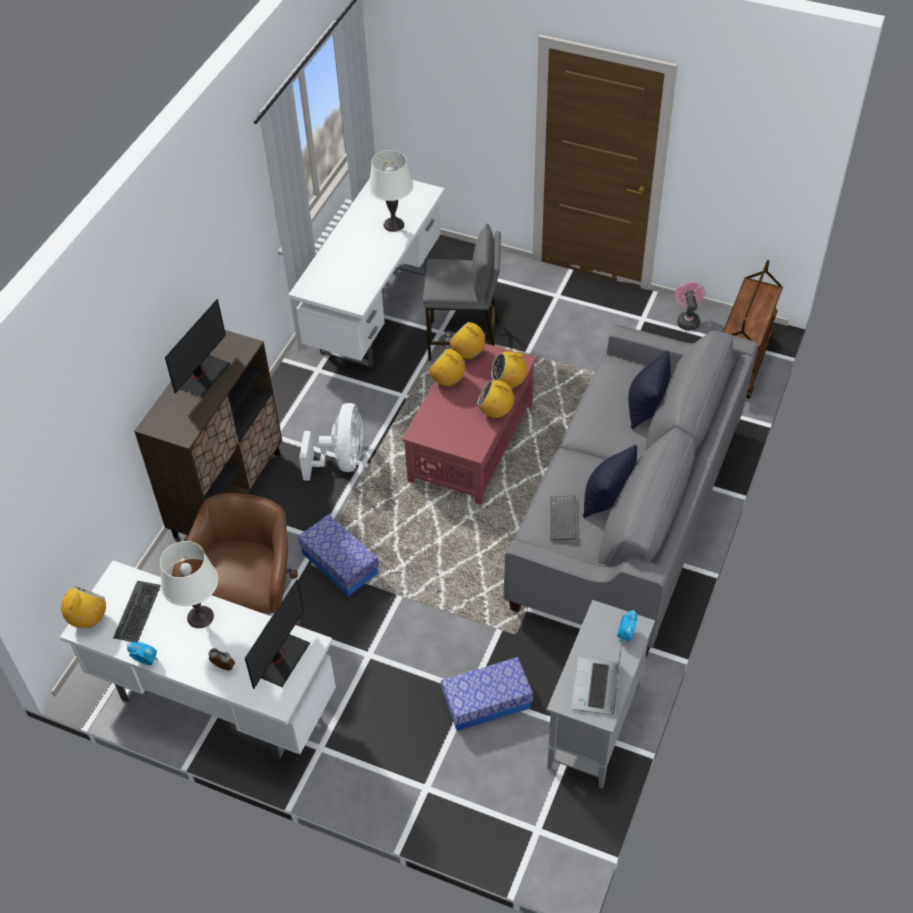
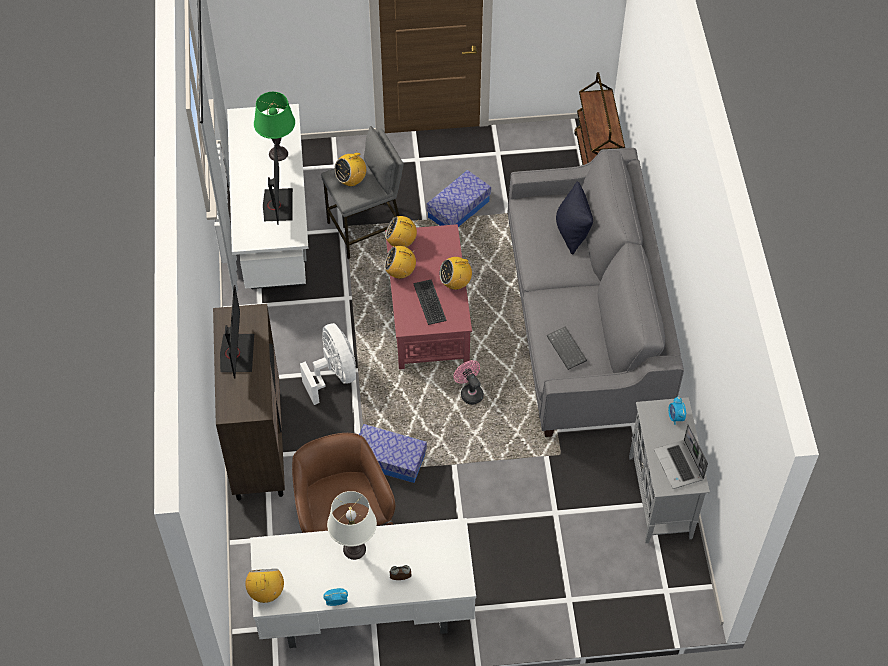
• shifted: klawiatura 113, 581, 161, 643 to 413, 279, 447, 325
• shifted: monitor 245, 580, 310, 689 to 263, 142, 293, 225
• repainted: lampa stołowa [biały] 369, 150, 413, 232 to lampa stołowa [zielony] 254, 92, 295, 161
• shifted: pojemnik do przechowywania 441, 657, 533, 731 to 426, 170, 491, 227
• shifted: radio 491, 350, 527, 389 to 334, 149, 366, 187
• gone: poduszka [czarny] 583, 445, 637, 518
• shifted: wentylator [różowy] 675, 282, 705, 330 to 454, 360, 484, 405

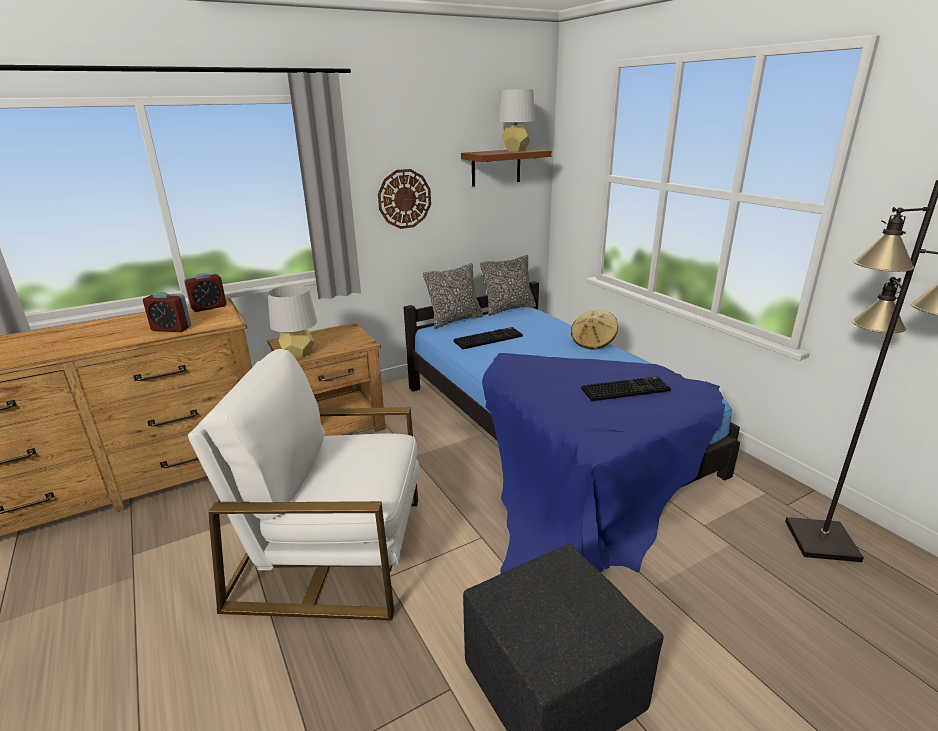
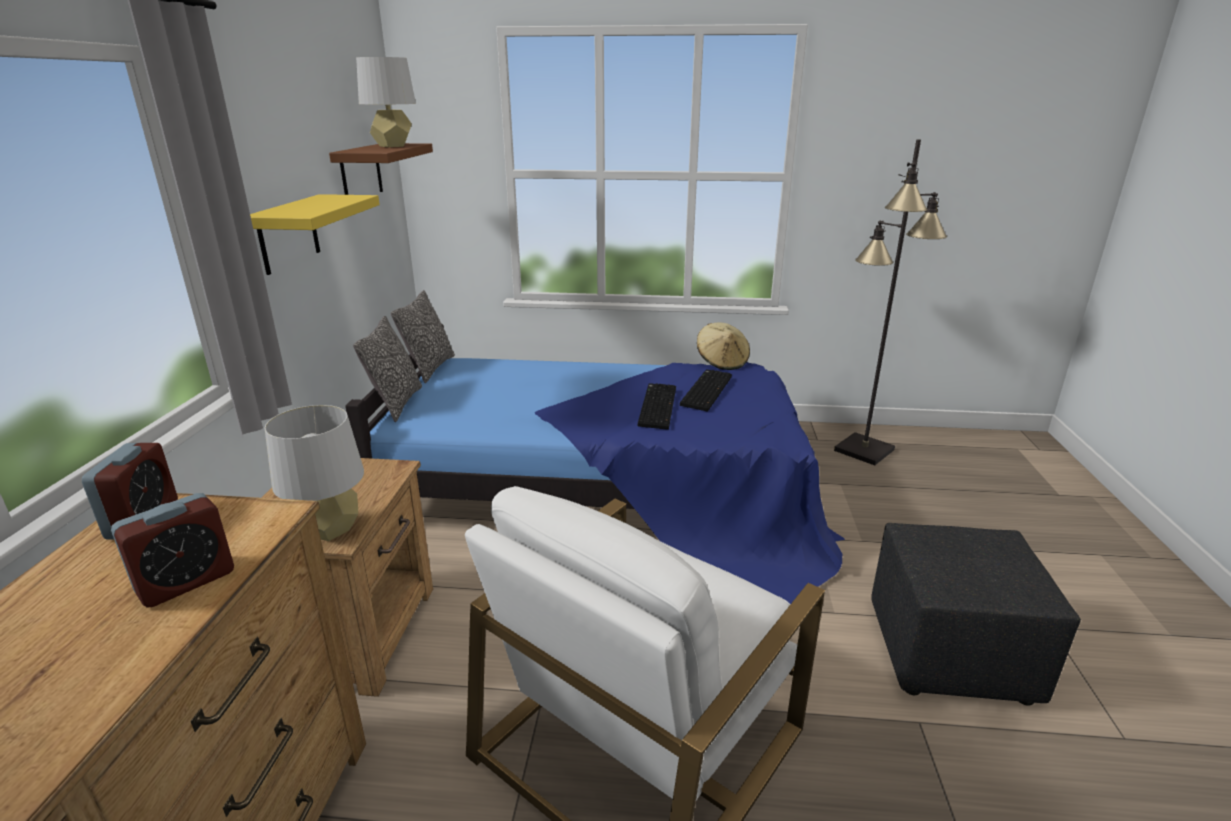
• swapped: zegar ścienny 378, 169, 431, 229 to półka [żółty] 250, 194, 380, 275
• shifted: klawiatura 454, 327, 523, 349 to 638, 383, 676, 430
• shifted: kapelusz [beżowy] 571, 310, 618, 350 to 697, 323, 750, 370

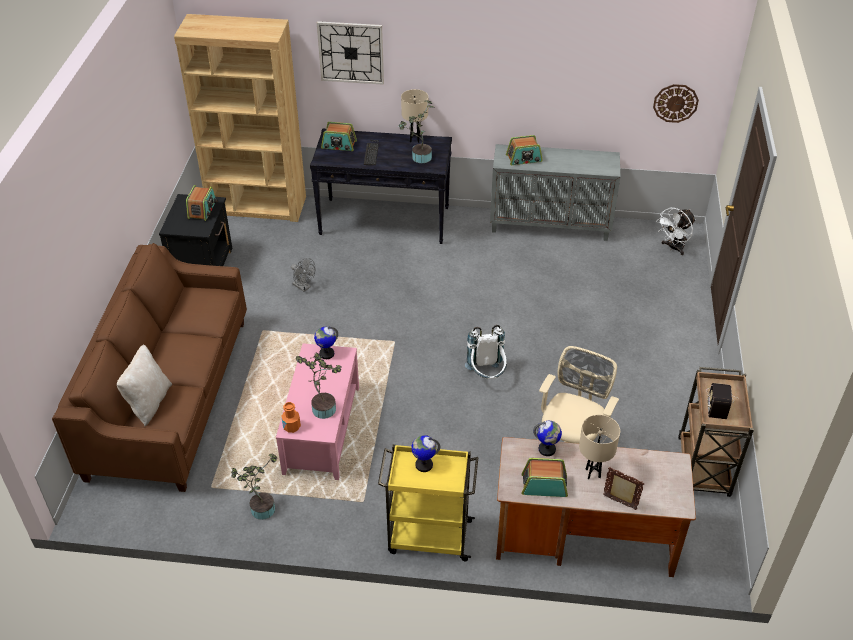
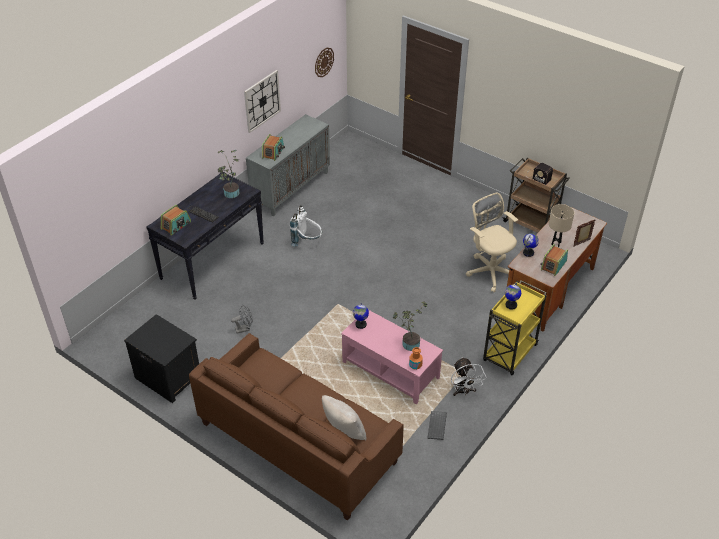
• gone: regał [brązowy] 174, 14, 306, 222
• gone: radio 186, 185, 218, 221
• swapped: roślina doniczkowa 231, 453, 277, 520 to klawiatura 428, 411, 447, 440
• shifted: zegar ścienny 317, 21, 384, 85 to 244, 70, 281, 133
• gone: lampa stołowa [beżowy] 401, 89, 428, 143
• shifted: plecak [biały] 465, 325, 507, 379 to 290, 205, 322, 246
• shifted: wentylator [biały] 656, 208, 695, 255 to 451, 357, 487, 396

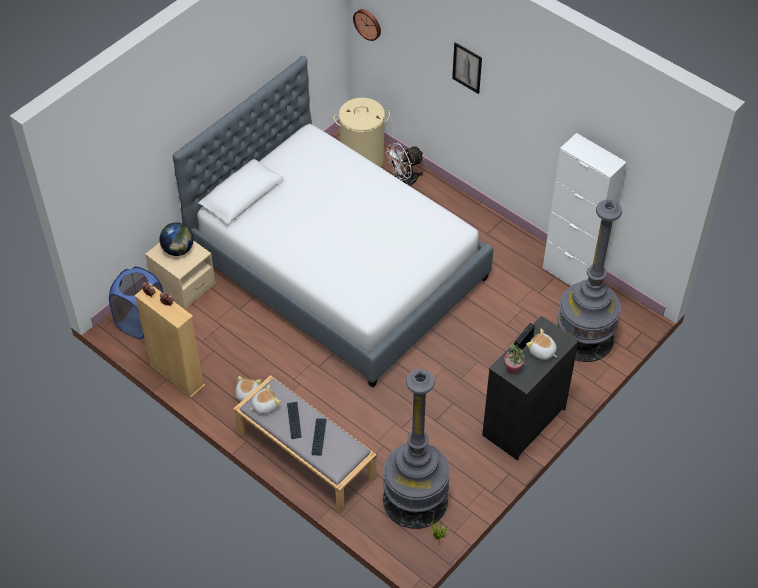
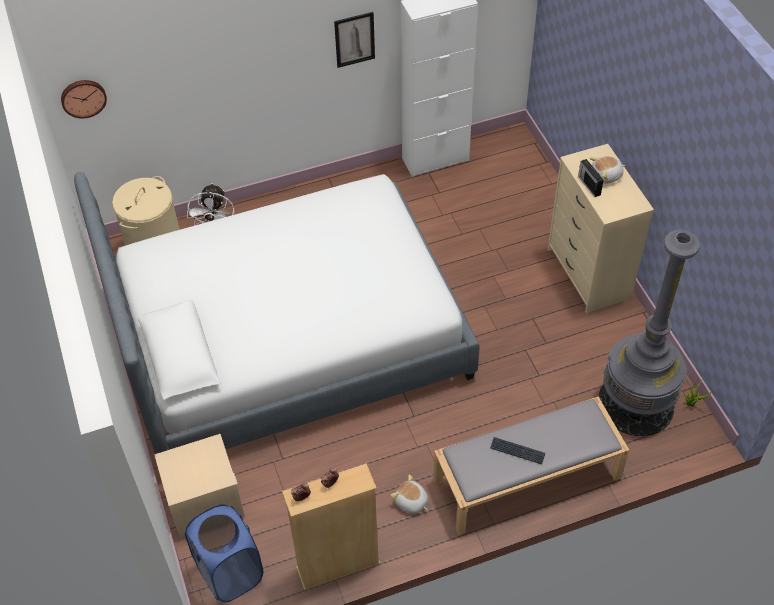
• gone: globus 160, 222, 193, 256
• gone: pluszak 250, 384, 281, 414
• gone: klawiatura 311, 418, 327, 455
• shifted: obraz 452, 42, 482, 94 to 334, 12, 375, 68
• repainted: komoda [czarny] 482, 316, 579, 461 to komoda [beżowy] 548, 144, 654, 313
• gone: roślina doniczkowa 504, 344, 525, 374
• gone: lampa stojąca [szary] 557, 200, 622, 362

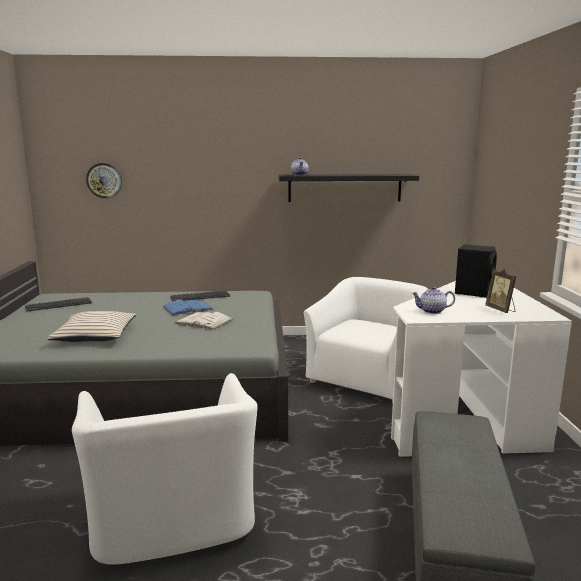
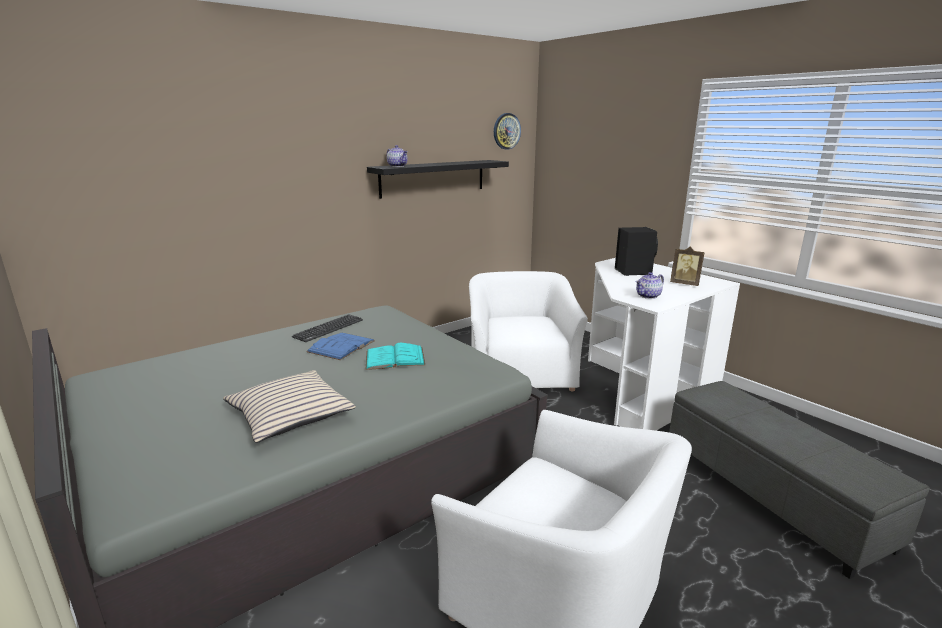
• gone: klawiatura 25, 297, 92, 312
• shifted: zegar ścienny 86, 163, 122, 198 to 494, 113, 521, 149
• repainted: książka [biały] 174, 312, 233, 330 to książka [turkusowy] 366, 343, 425, 370

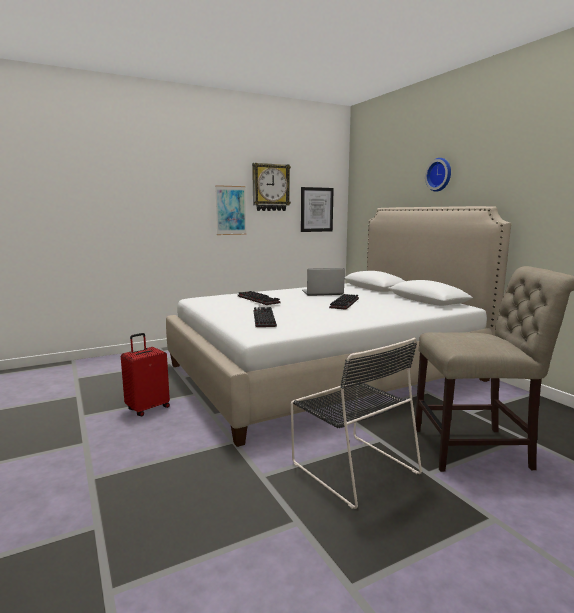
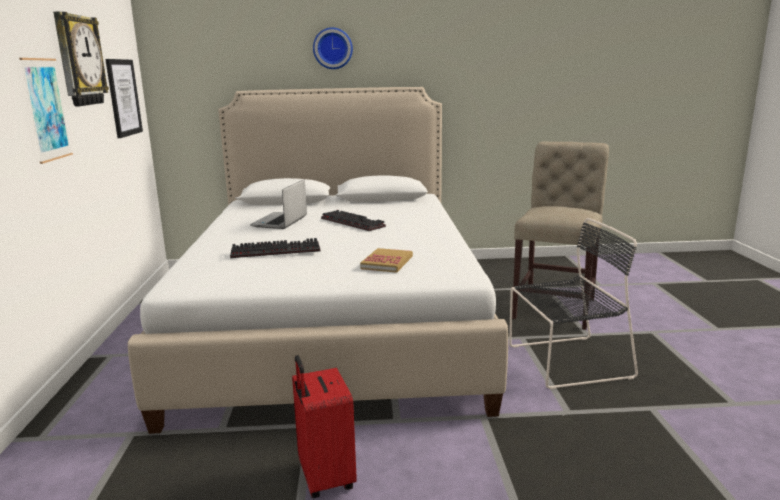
• swapped: klawiatura 254, 307, 277, 327 to książka 360, 248, 413, 273

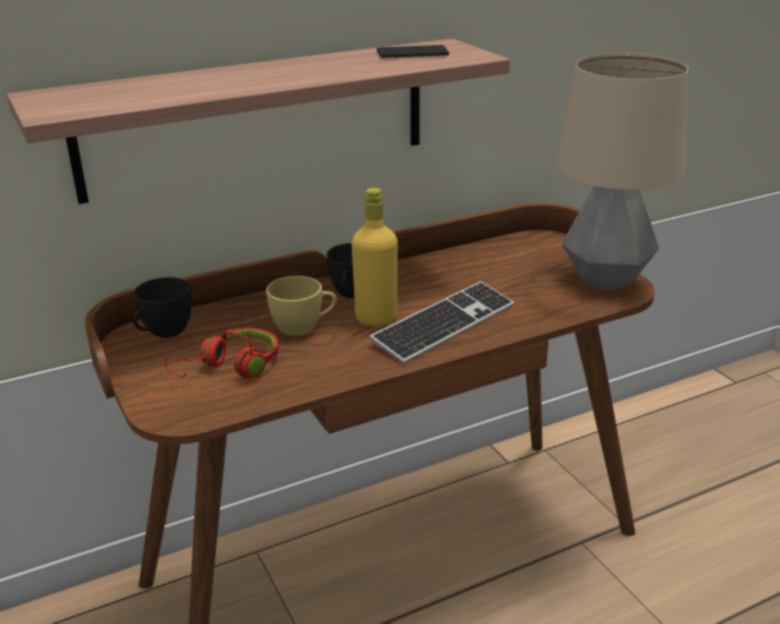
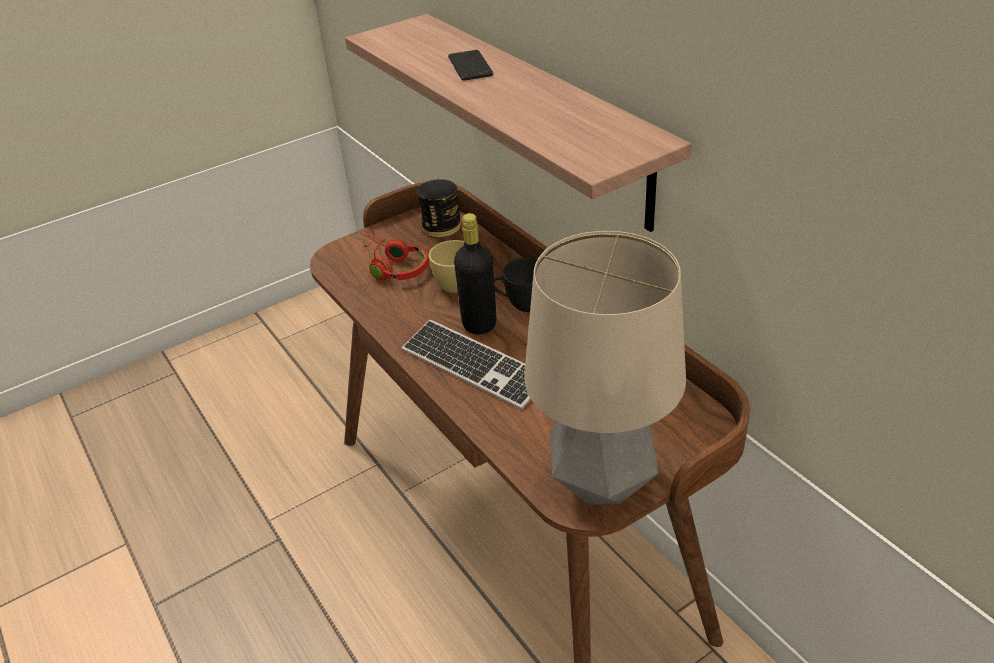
• swapped: filiżanka [czarny] 133, 277, 192, 338 to puszka 417, 179, 461, 238
• repainted: butelka [żółty] 352, 188, 398, 326 to butelka [czarny] 454, 213, 496, 334
• shifted: telefon 377, 45, 449, 58 to 448, 50, 493, 81

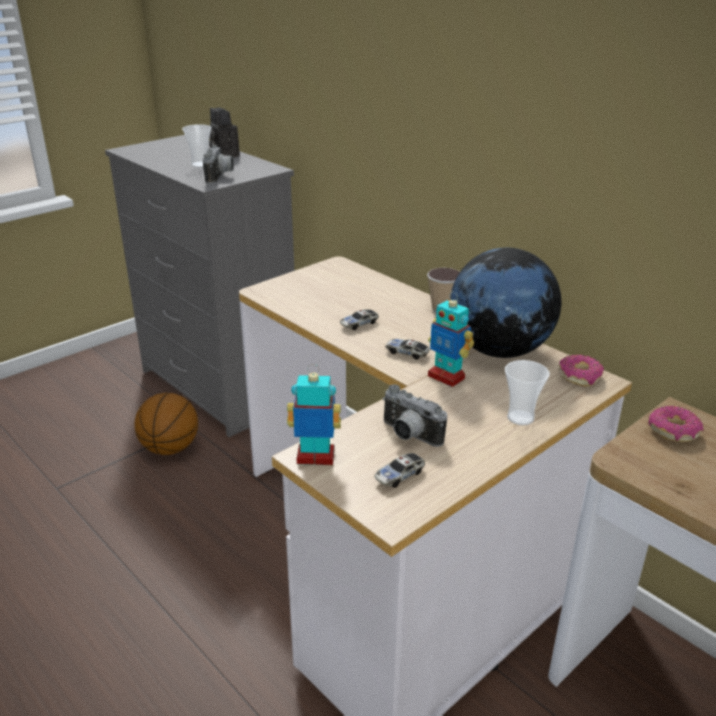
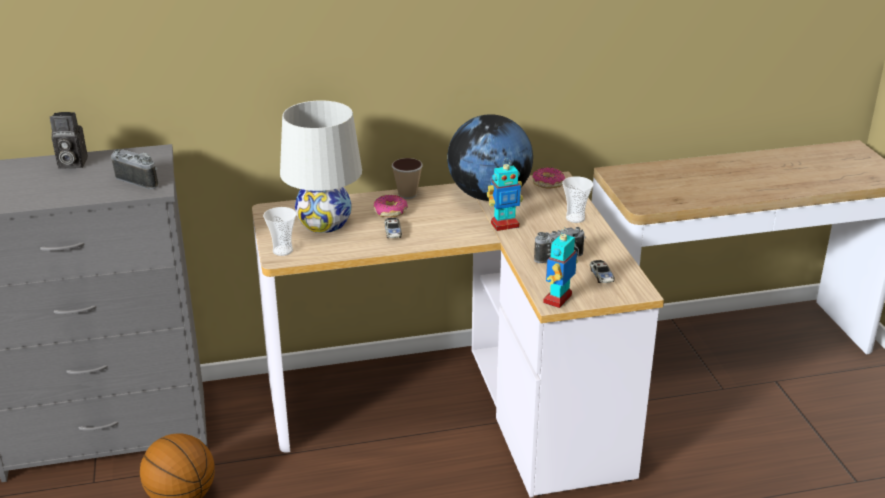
• shifted: filiżanka 182, 124, 212, 167 to 263, 207, 296, 256
• gone: samochodzik 385, 339, 429, 360
• shifted: donut 649, 406, 704, 442 to 374, 195, 408, 217
• new: lampa stołowa [biały] 280, 101, 362, 233

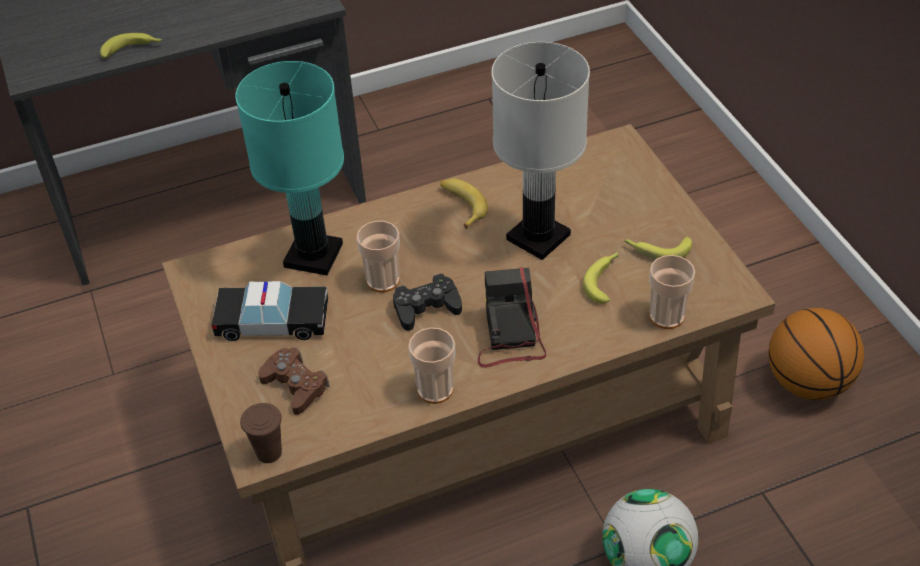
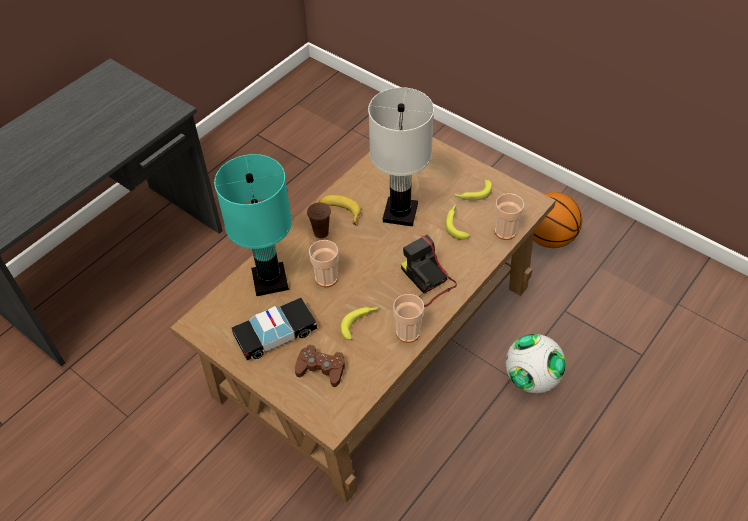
• shifted: banan 100, 33, 162, 59 to 340, 307, 379, 340
• shifted: filiżanka [brązowy] 240, 403, 282, 463 to 307, 203, 331, 238
• gone: pad do gier [czarny] 393, 273, 462, 331

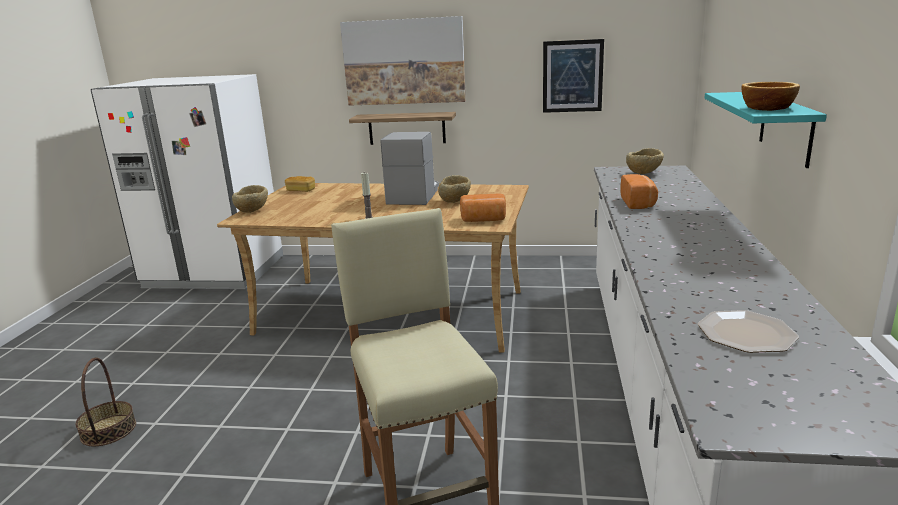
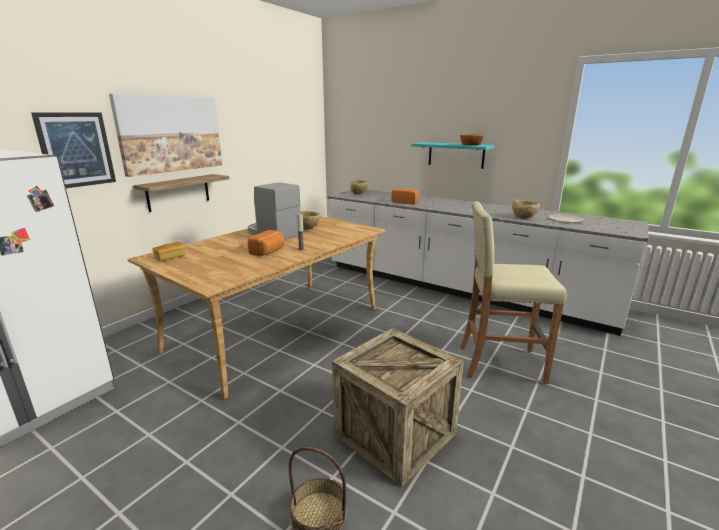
• shifted: miska [beżowy] 232, 185, 268, 213 to 512, 200, 540, 219
• shifted: chleb 460, 193, 506, 222 to 248, 230, 284, 256
• shifted: obraz 543, 39, 604, 113 to 31, 112, 116, 188
• new: skrzynka 332, 328, 464, 487

